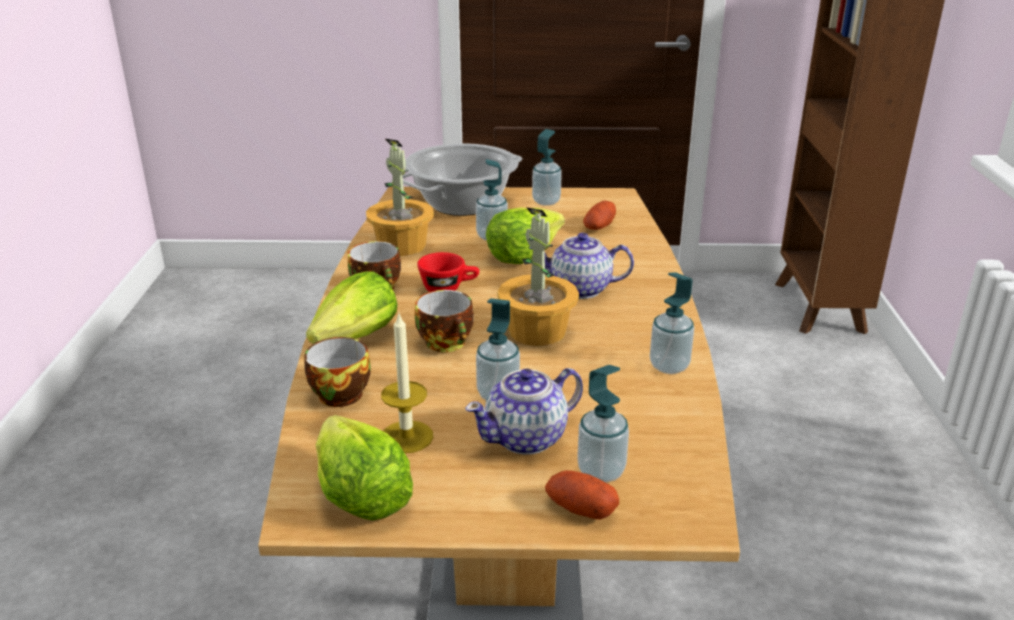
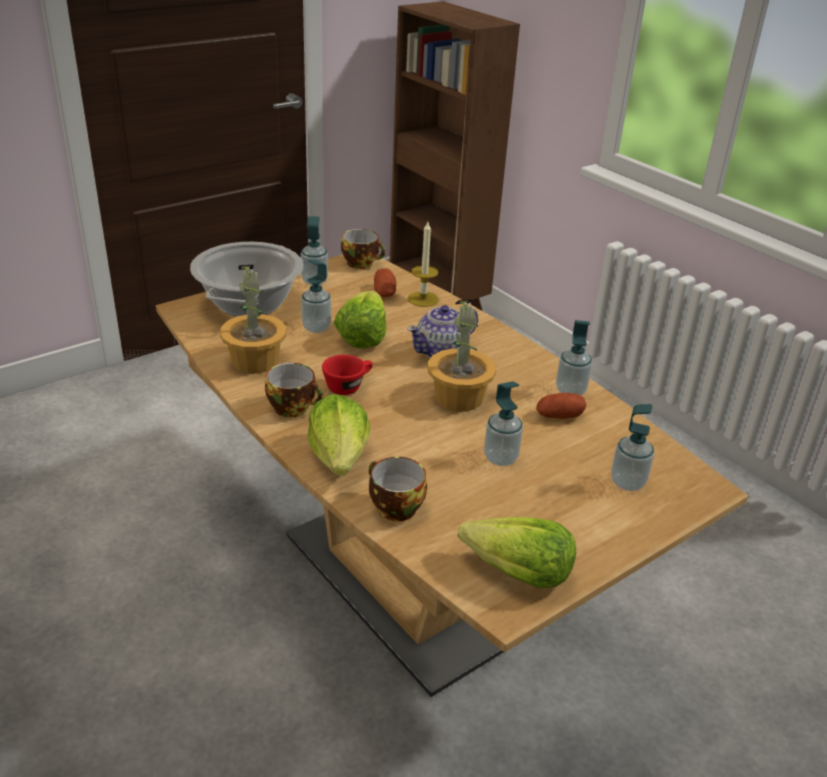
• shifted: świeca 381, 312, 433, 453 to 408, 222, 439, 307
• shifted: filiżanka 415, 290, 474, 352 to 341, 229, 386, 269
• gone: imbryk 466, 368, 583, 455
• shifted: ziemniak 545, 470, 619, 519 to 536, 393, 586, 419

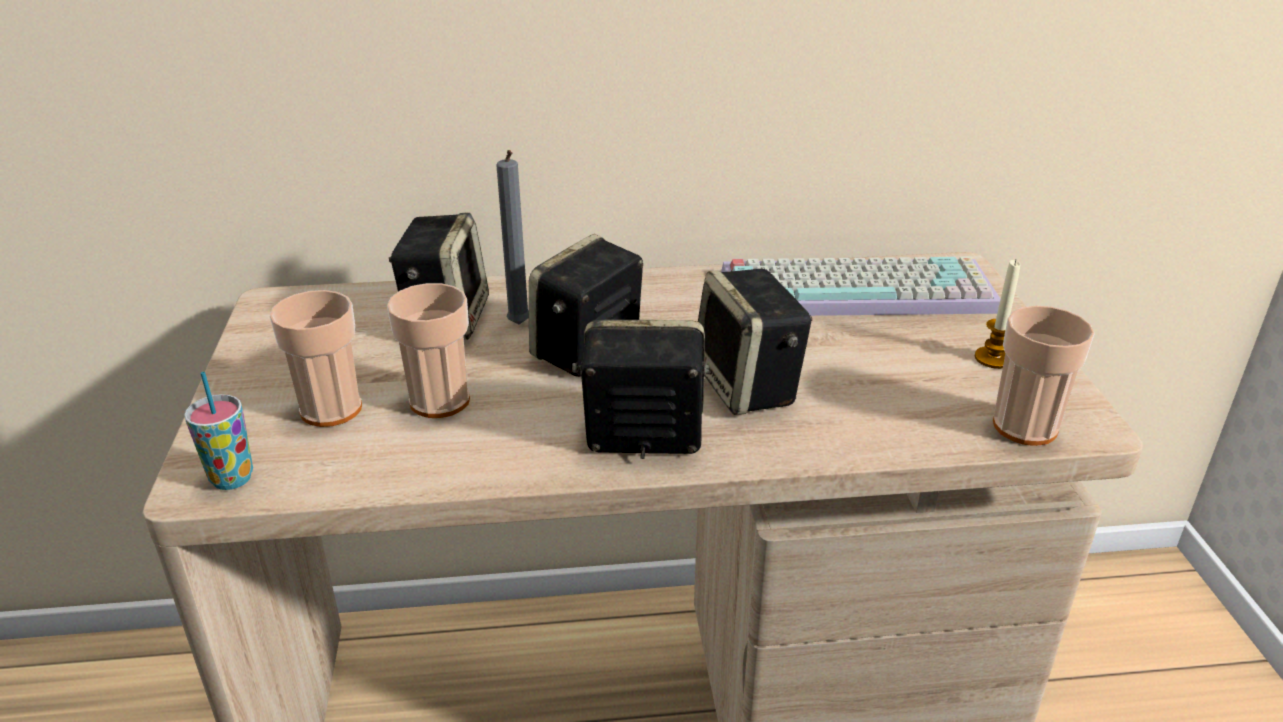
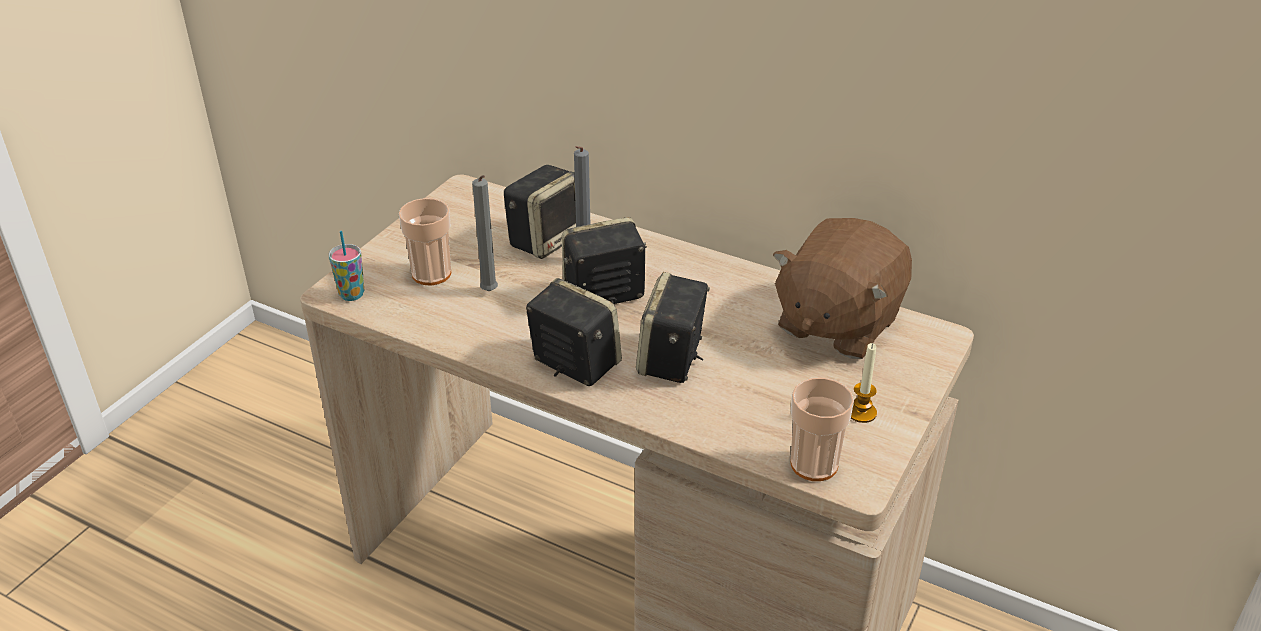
• swapped: filiżanka 387, 283, 470, 418 to świeca [szary] 472, 175, 498, 292
• swapped: klawiatura 721, 257, 1000, 316 to pluszak [brązowy] 773, 218, 912, 359

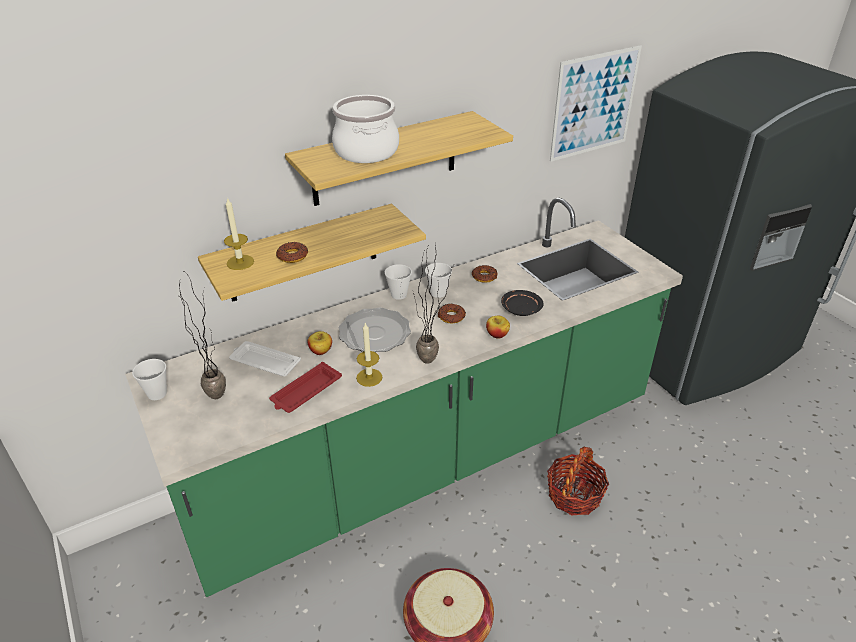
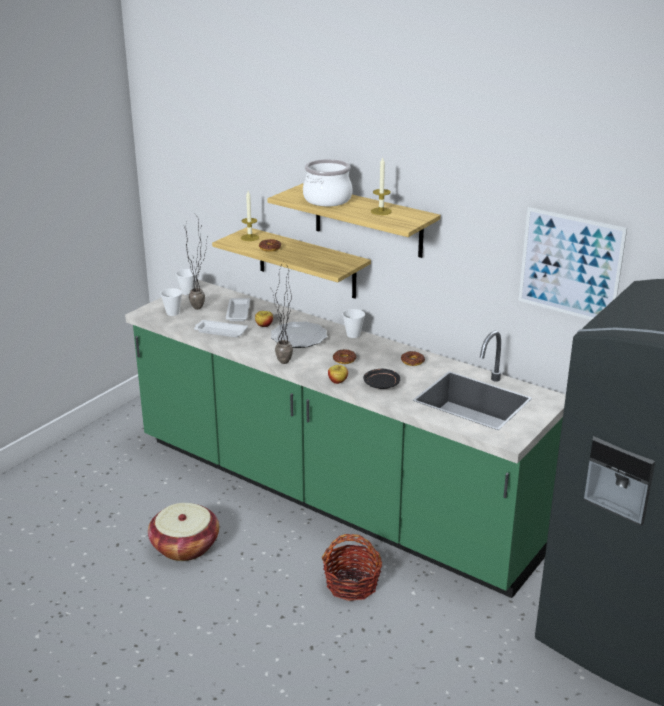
• repainted: taca [czerwony] 269, 362, 342, 413 to taca [biały] 194, 320, 248, 338
• shifted: świeca 356, 323, 382, 387 to 371, 156, 392, 215
• shifted: filiżanka 425, 263, 452, 298 to 160, 288, 182, 316

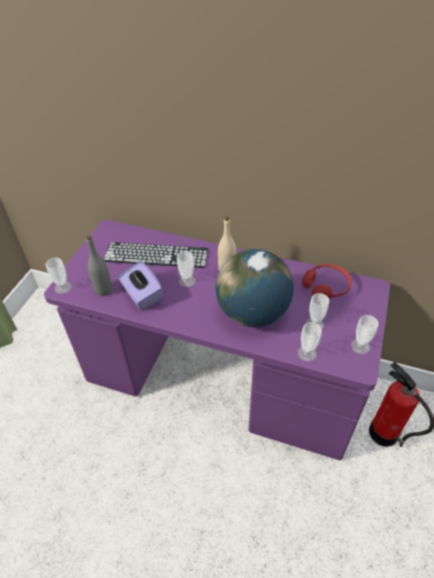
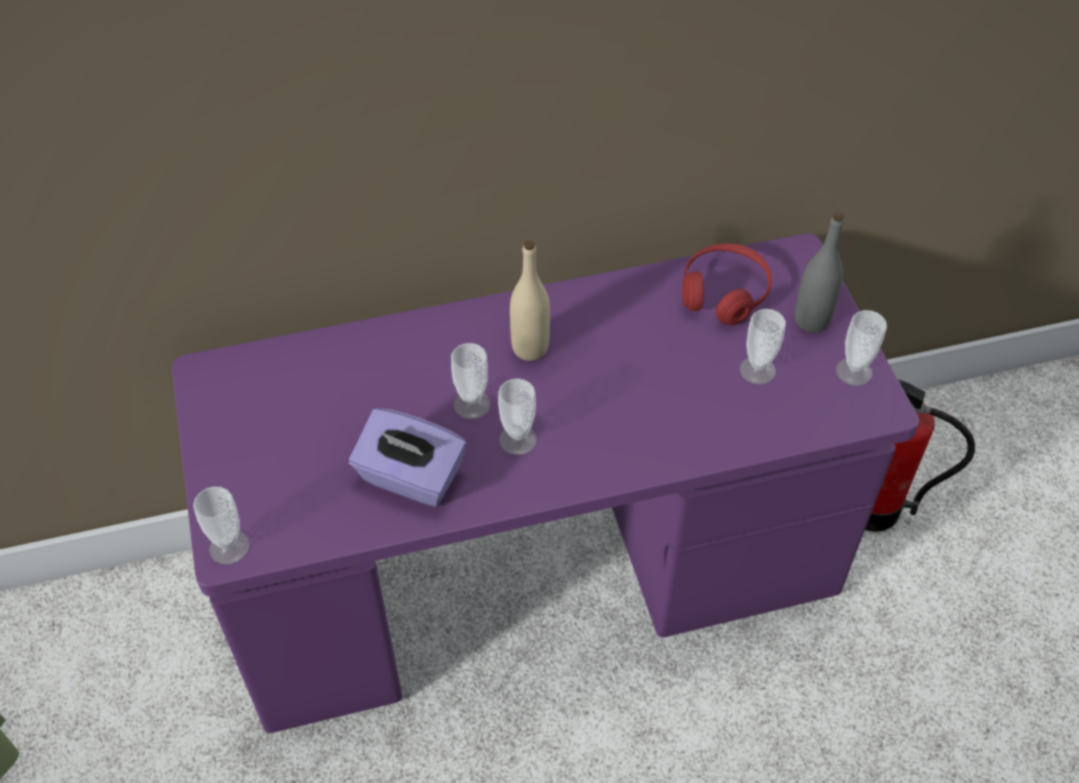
• shifted: butelka [szary] 86, 236, 112, 296 to 795, 212, 844, 333
• gone: klawiatura 103, 242, 208, 268
• gone: globus 216, 249, 294, 327
• shifted: filiżanka 298, 322, 322, 361 to 498, 378, 537, 455

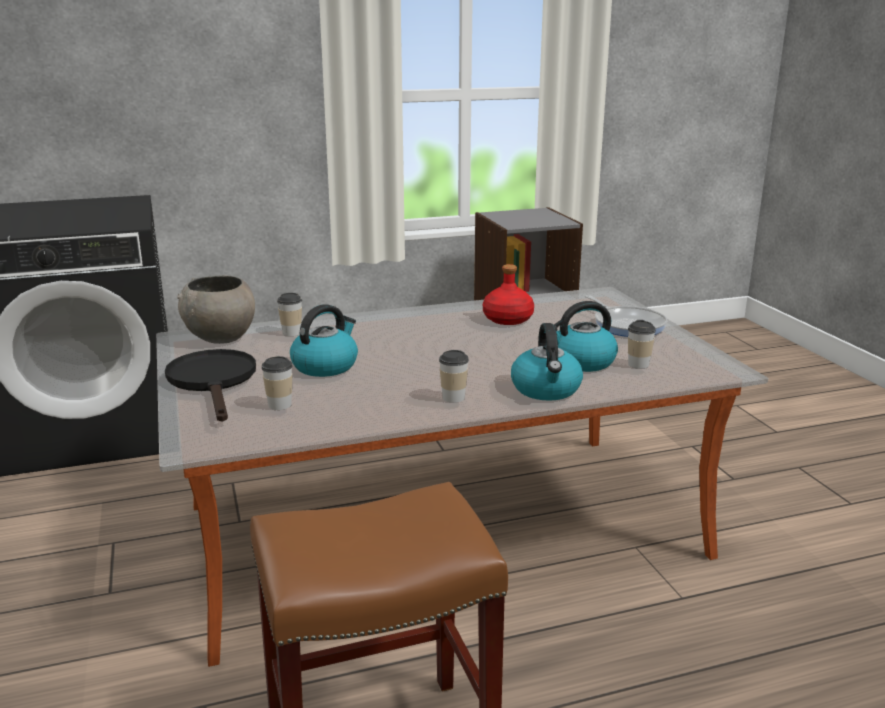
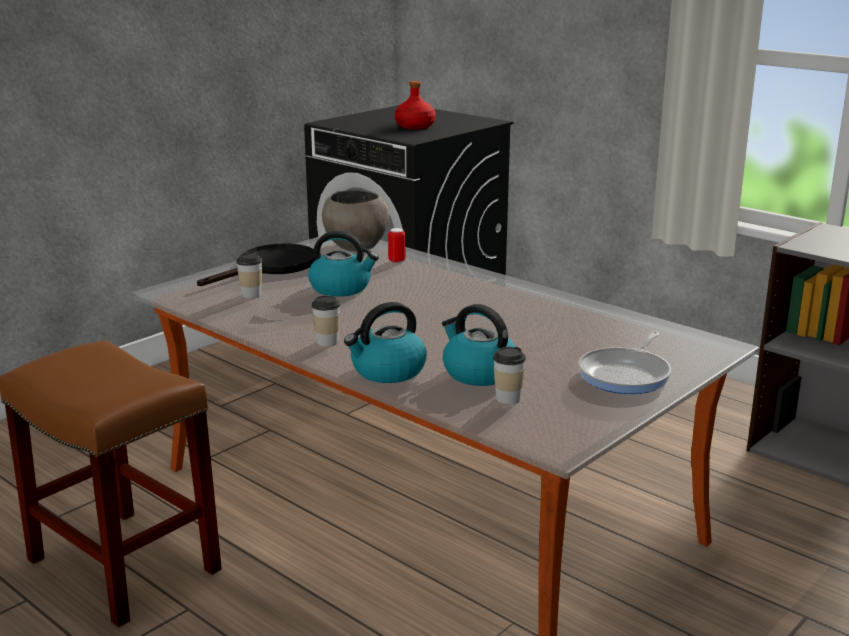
• swapped: filiżanka 277, 293, 302, 336 to puszka 388, 228, 405, 263
• shifted: butelka [czerwony] 483, 264, 534, 325 to 395, 81, 436, 129

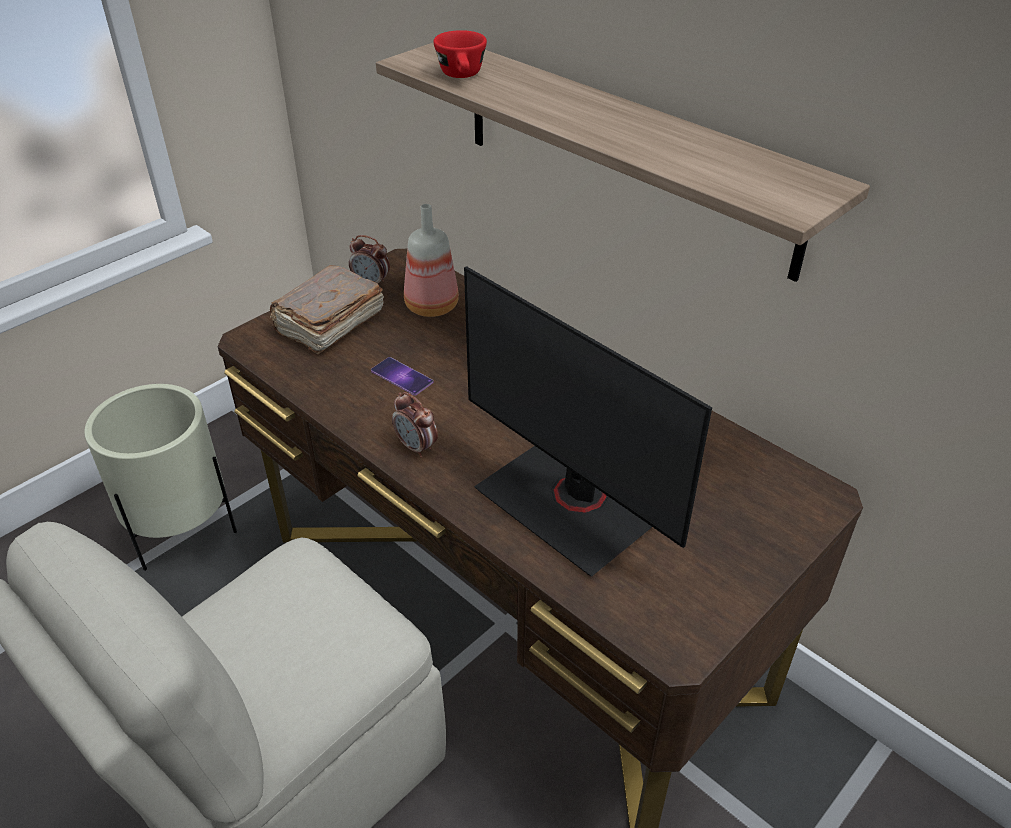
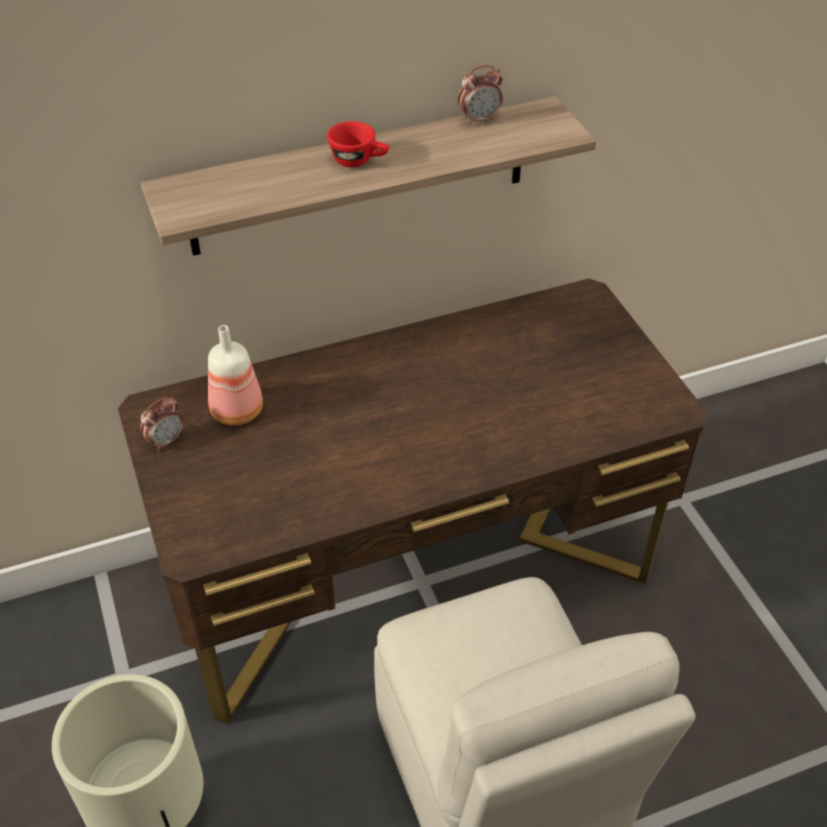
• gone: książka [brązowy] 270, 265, 384, 354
• gone: telefon 371, 357, 433, 396
• shifted: budzik 392, 392, 438, 458 to 458, 65, 503, 125
• shifted: filiżanka [czerwony] 433, 30, 487, 78 to 327, 121, 389, 167
• gone: monitor 464, 266, 712, 576

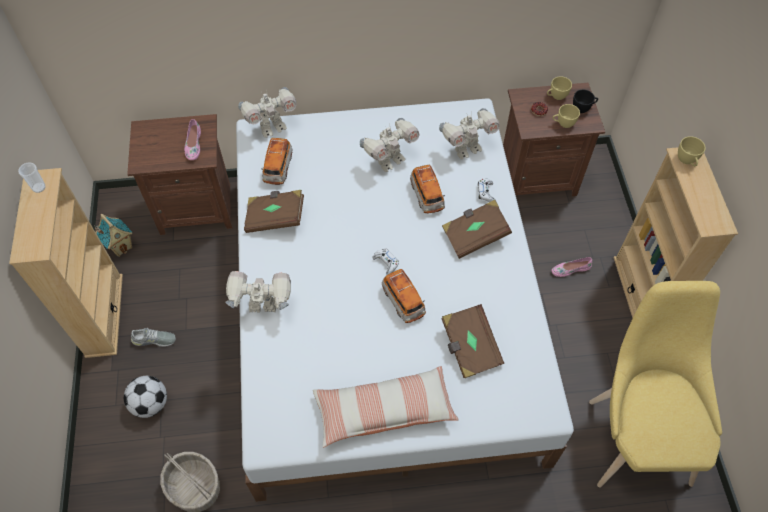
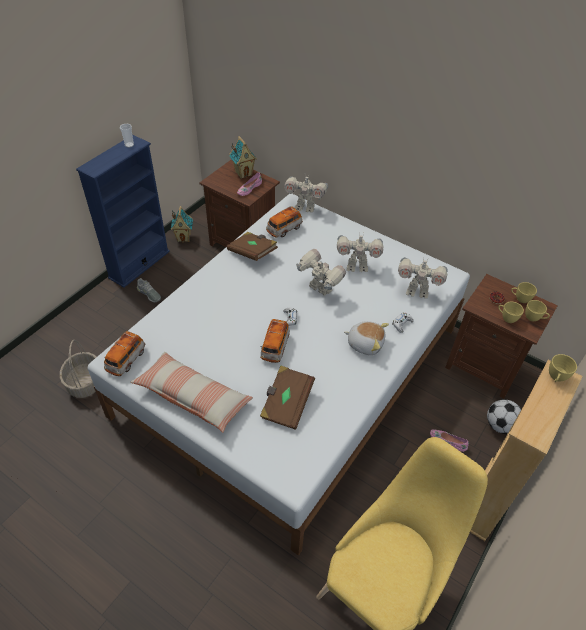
• repainted: regał [beżowy] 9, 168, 123, 358 to regał [niebieski] 76, 135, 170, 288
• shifted: piłka futbolowa 124, 376, 167, 418 to 487, 399, 521, 434
• shifted: robot zabawkowy 225, 271, 291, 313 to 296, 249, 346, 296
• shifted: samochodzik 410, 165, 445, 213 to 104, 331, 145, 376
• swapped: książka [brązowy] 442, 200, 512, 259 to pluszak 344, 321, 389, 355
• repainted: filiżanka [czarny] 573, 90, 598, 113 to filiżanka [żółty] 525, 300, 550, 321
• new: domek 229, 136, 257, 179

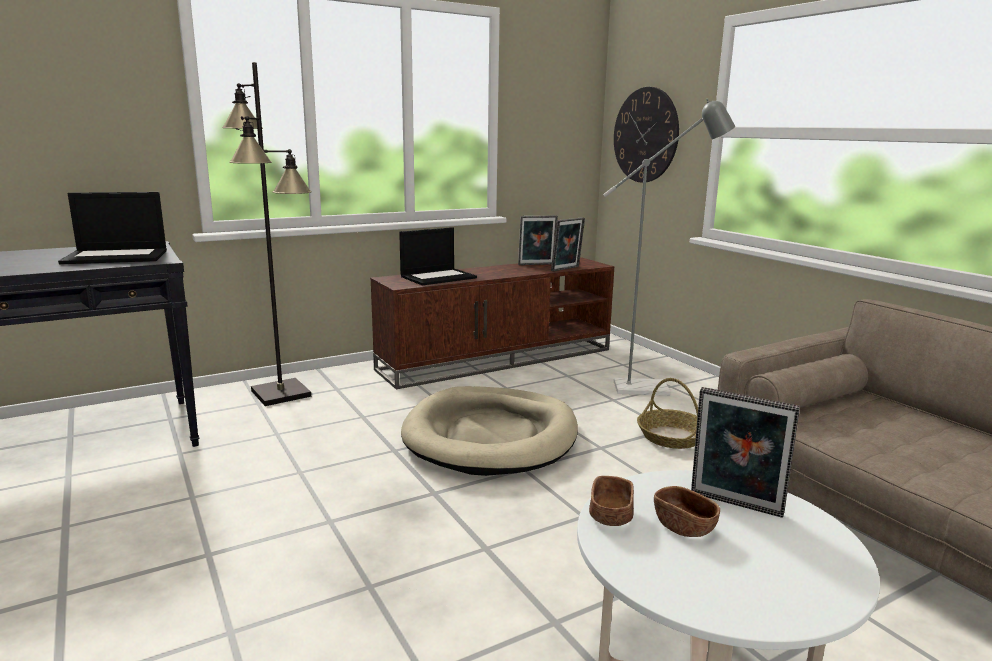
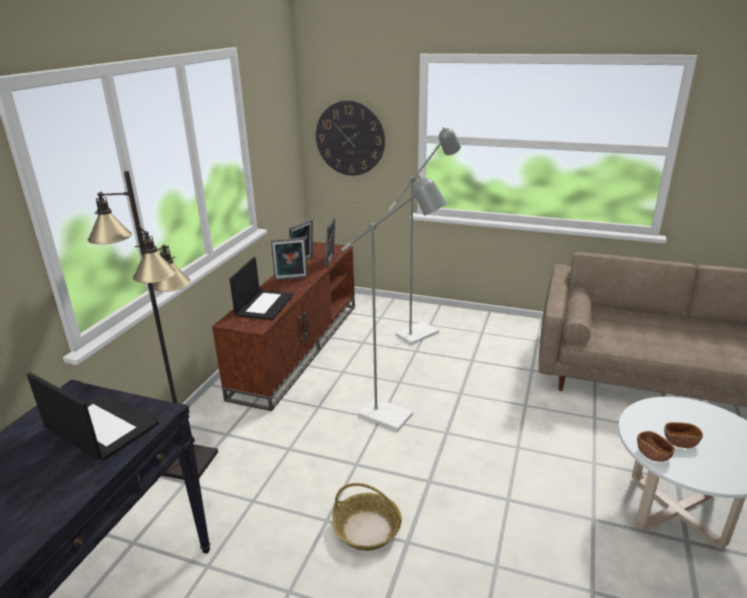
• rotated: laptop 58, 192, 167, 264 = 27, 372, 159, 461 90 degrees counterclockwise
• swapped: legowisko [beżowy] 401, 386, 578, 476 to lampa stojąca [szary] 341, 175, 447, 431
• shifted: koszyk 637, 378, 698, 449 to 332, 483, 402, 551
• shifted: ramka na zdjęcie 691, 387, 800, 518 to 271, 237, 308, 281

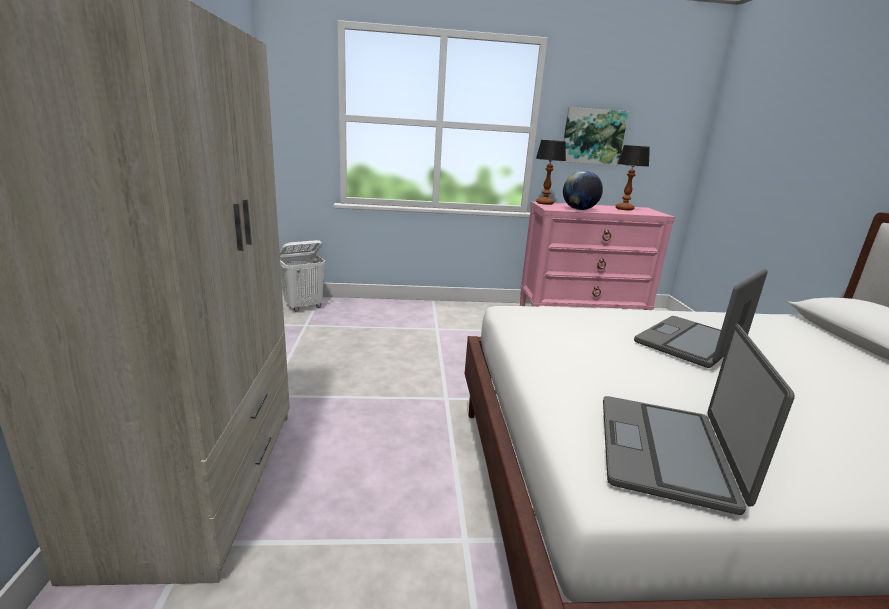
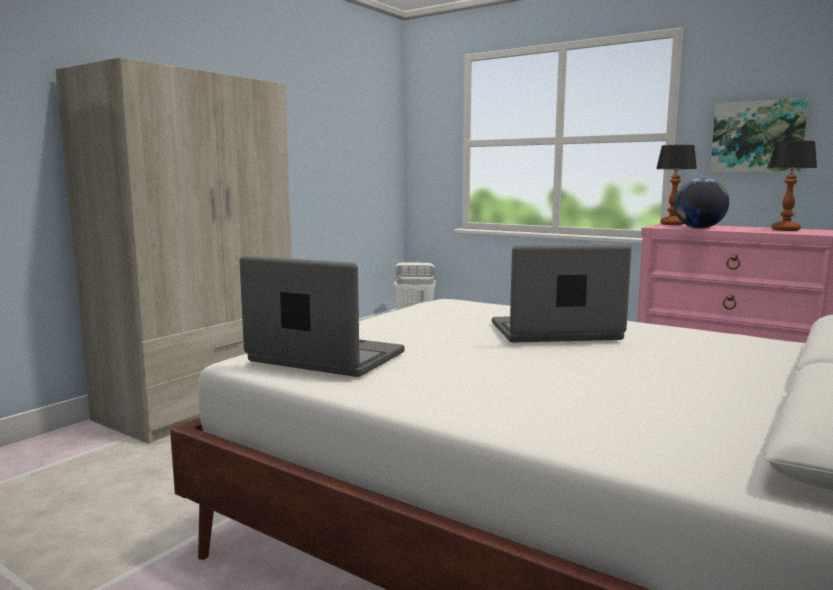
• rotated: laptop 603, 323, 795, 515 = 239, 256, 405, 377 60 degrees clockwise

